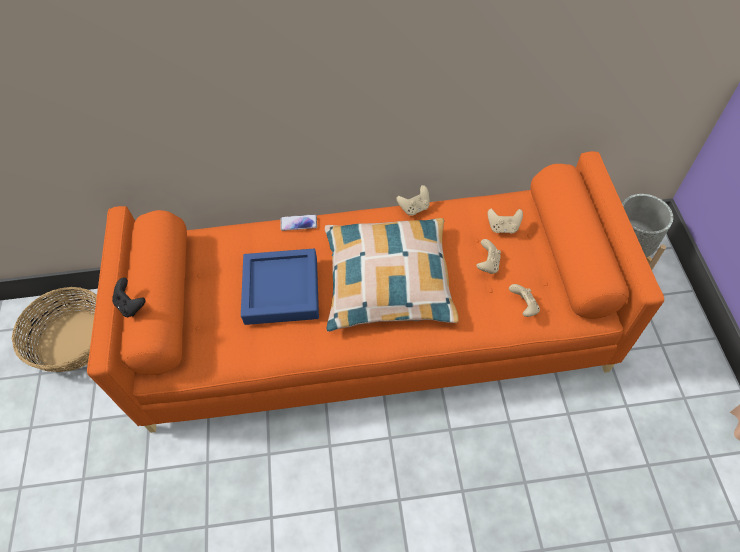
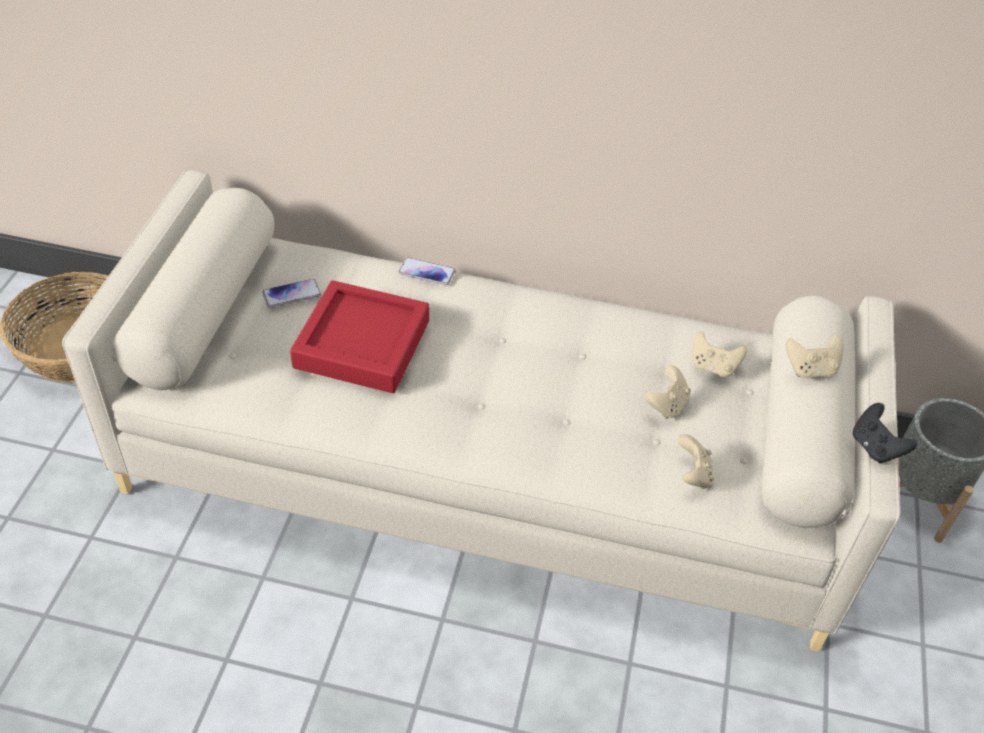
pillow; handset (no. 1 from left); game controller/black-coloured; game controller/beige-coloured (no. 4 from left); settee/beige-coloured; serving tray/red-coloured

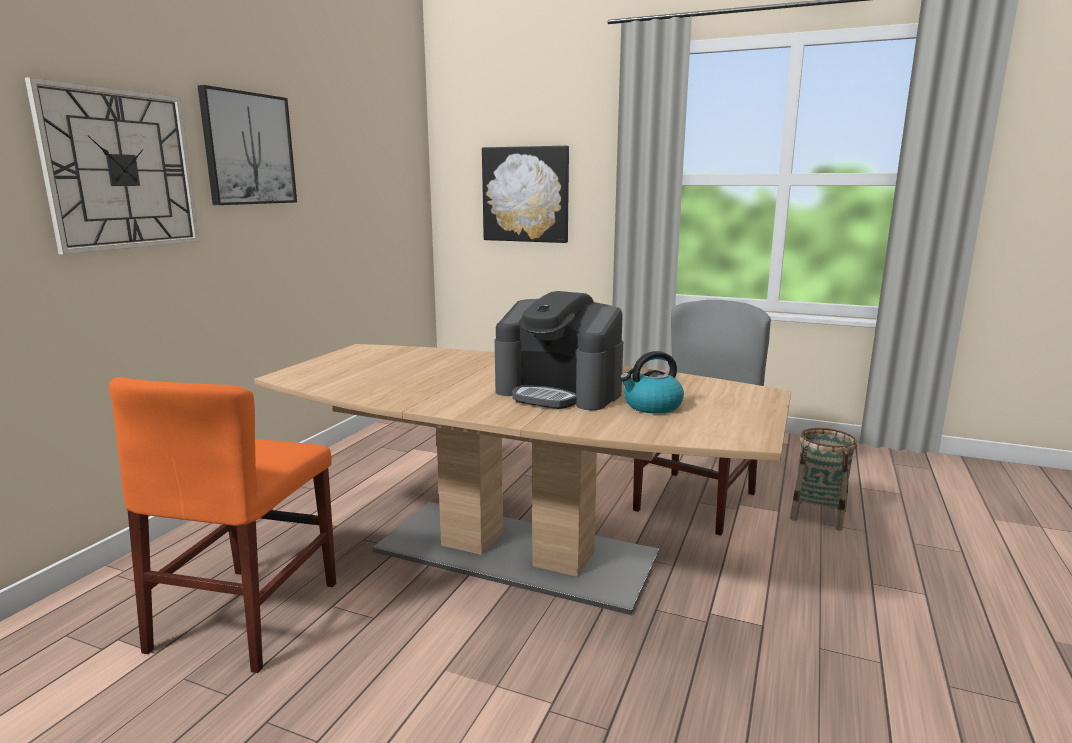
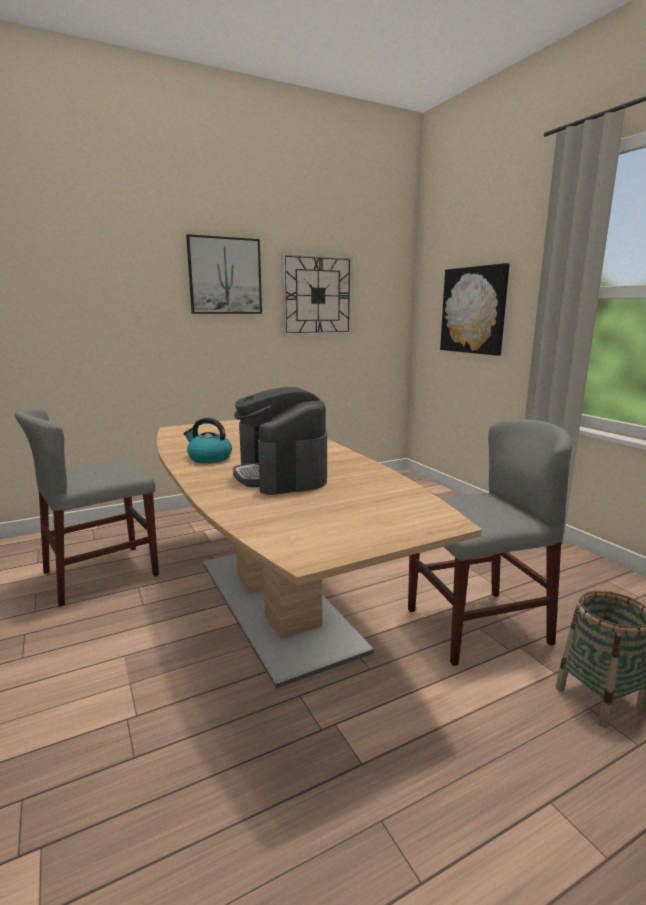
clock on the wall; kettle; chair/grey (no. 1 from left)

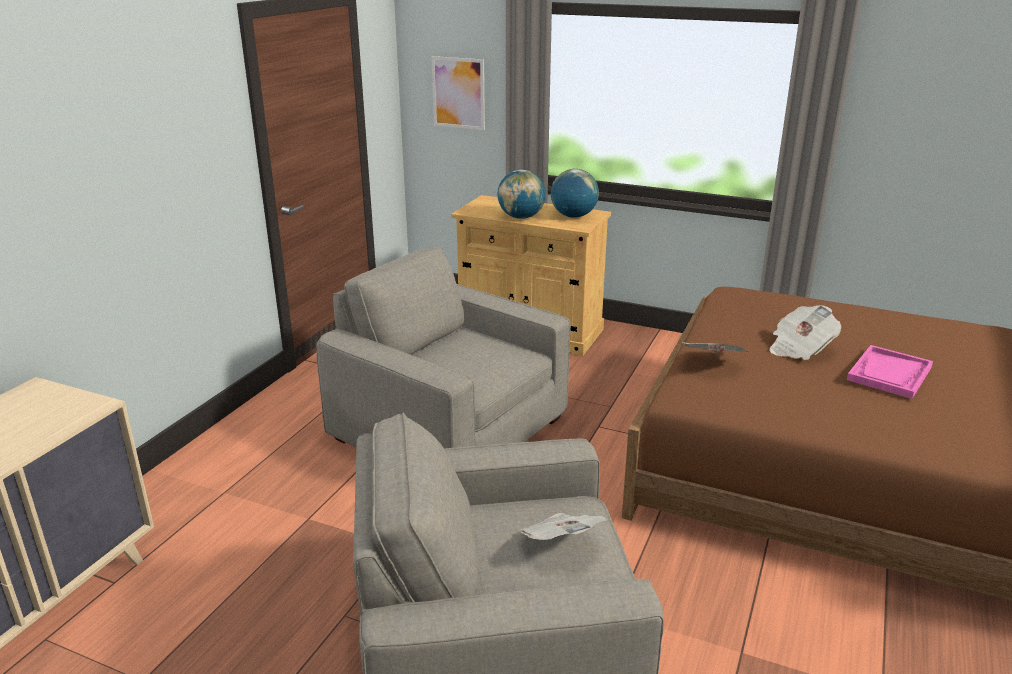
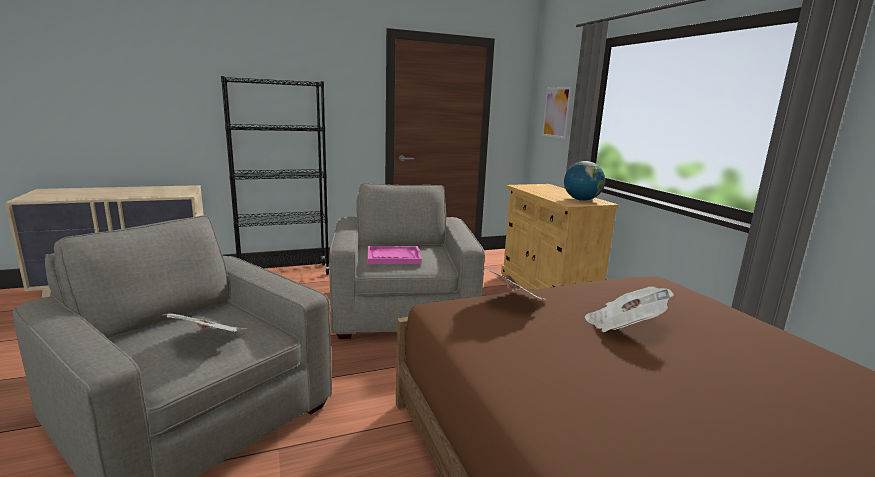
desk globe (no. 1 from left in the first image); bookcase/black-coloured; serving tray/pink

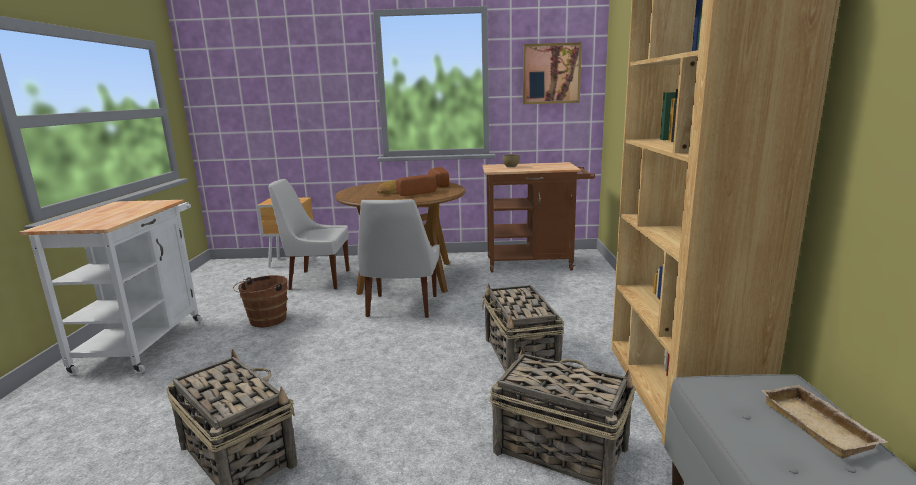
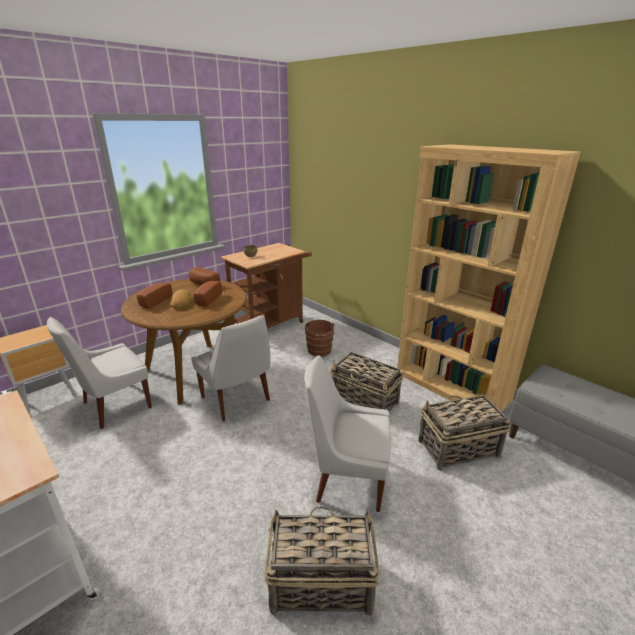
wall art; serving tray/beige-coloured; bread (no. 1 from left); chair/white (no. 3 from left); bucket/brown-coloured

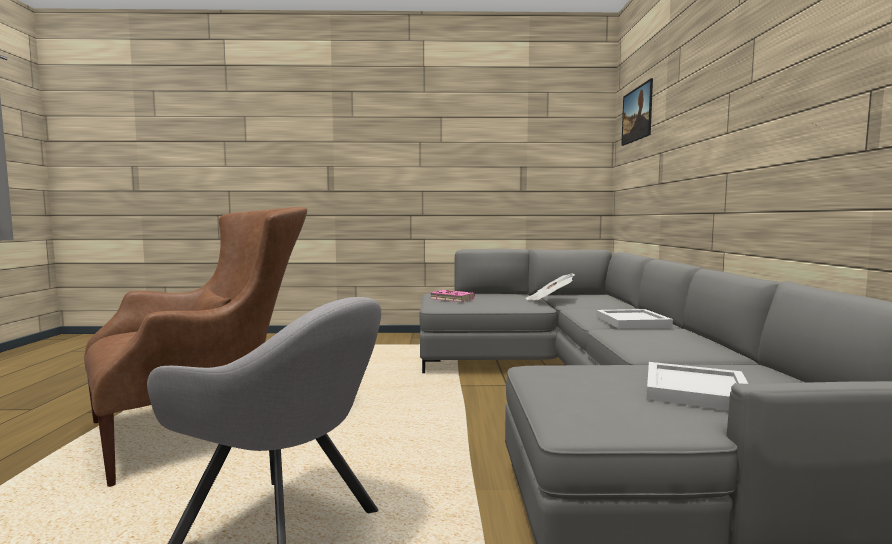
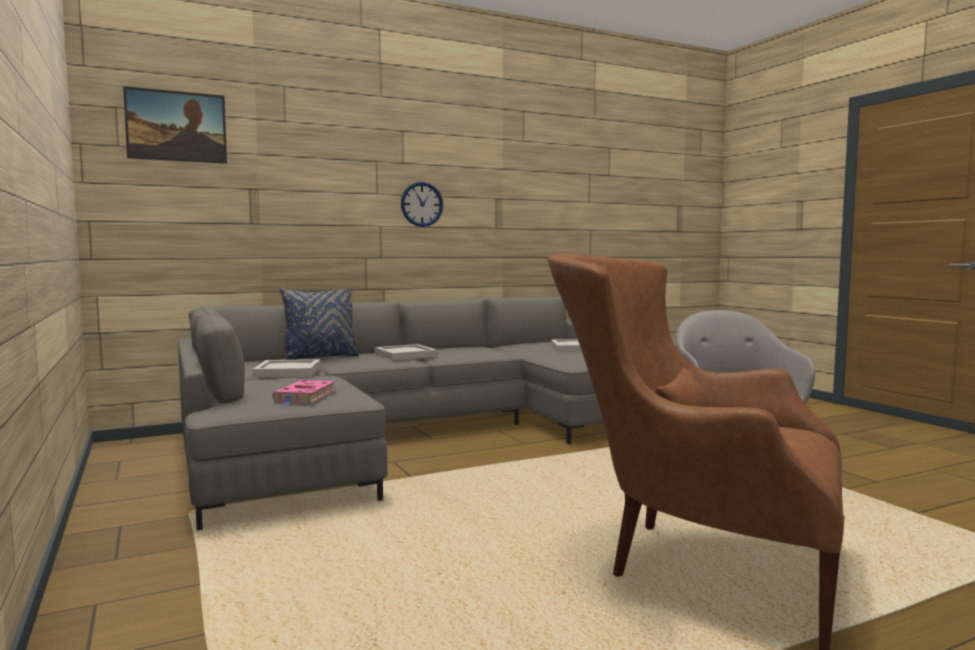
pillow/blue; clock on the wall; serving tray/white (no. 1 from left)

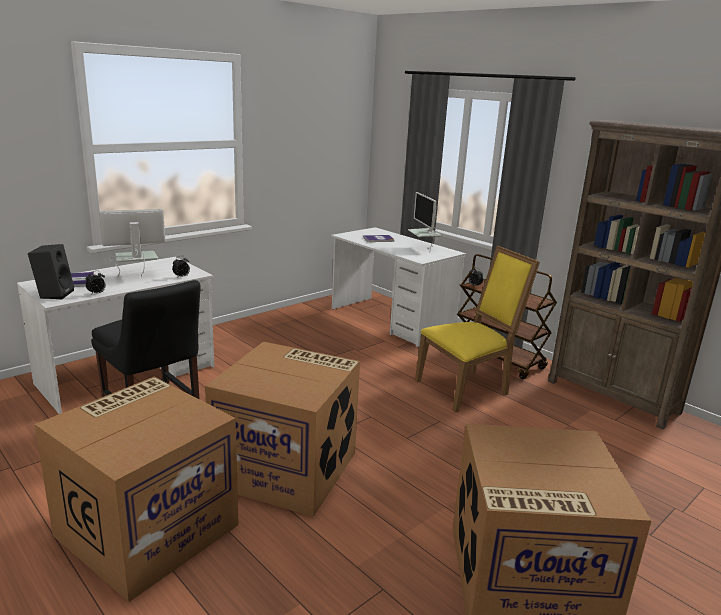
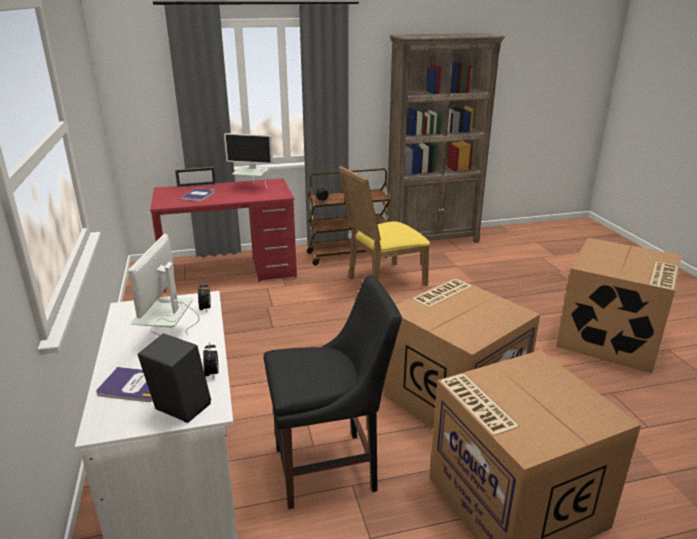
picture frame; desk/red-coloured; chair/yellow

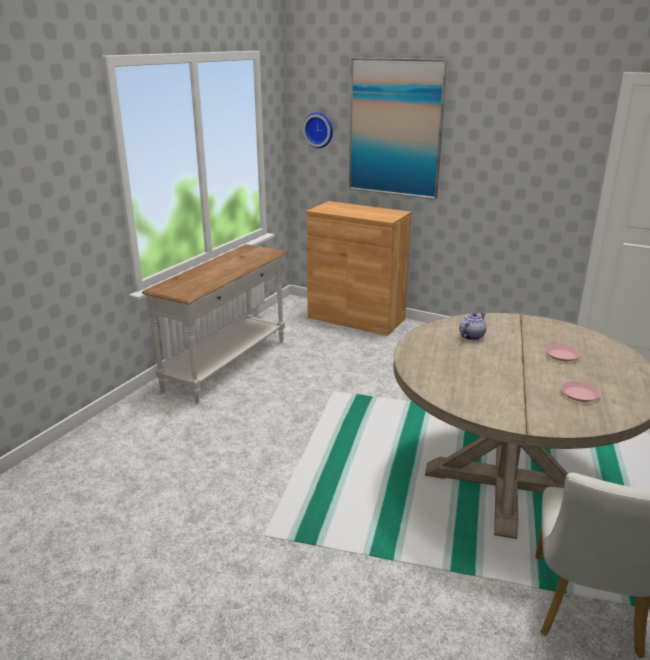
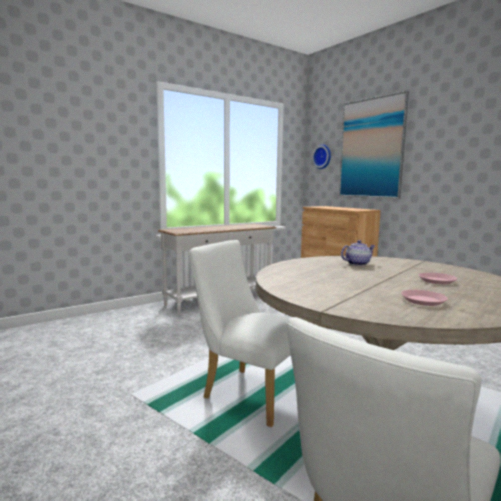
chair/white (no. 1 from left)

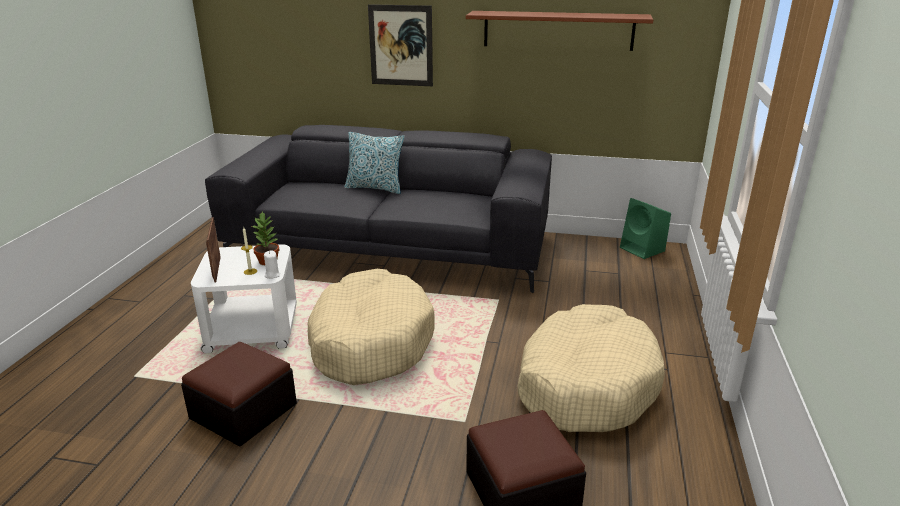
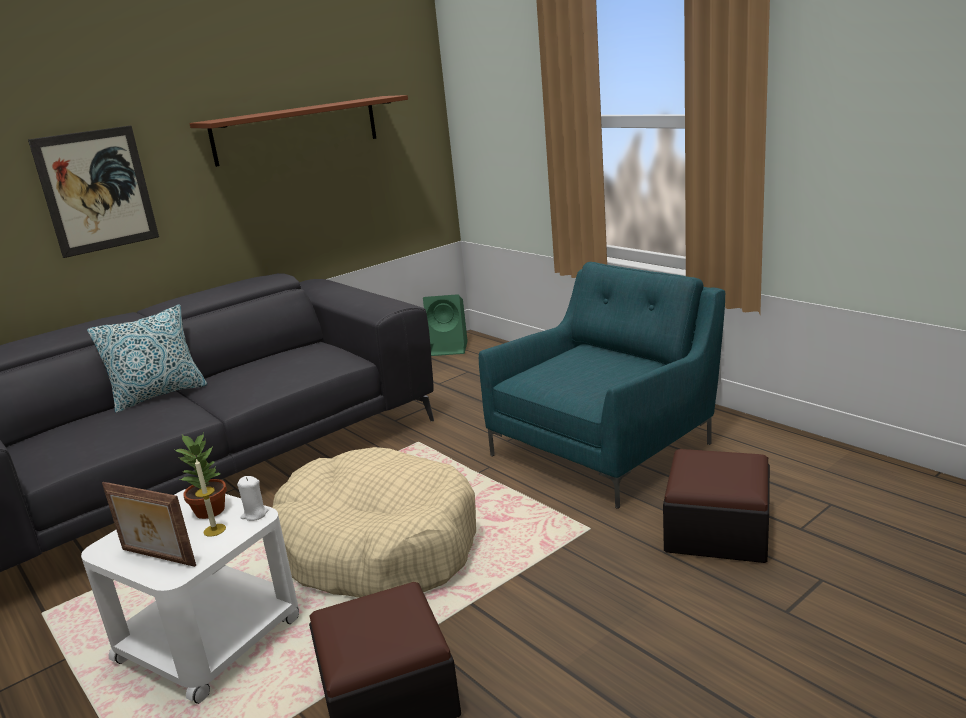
armchair/blue-green

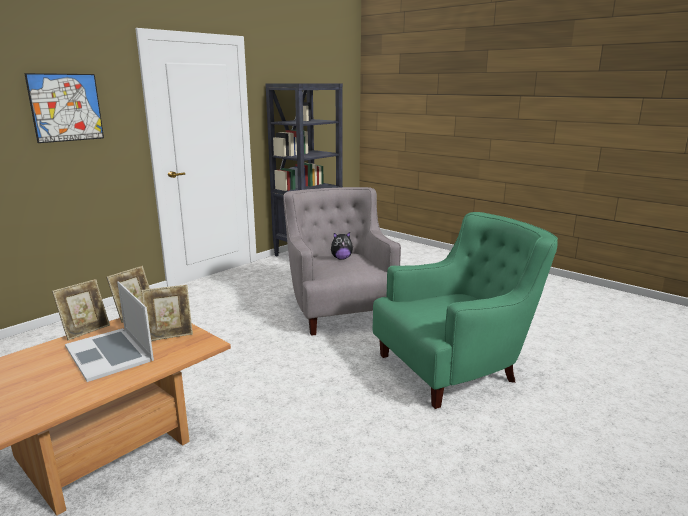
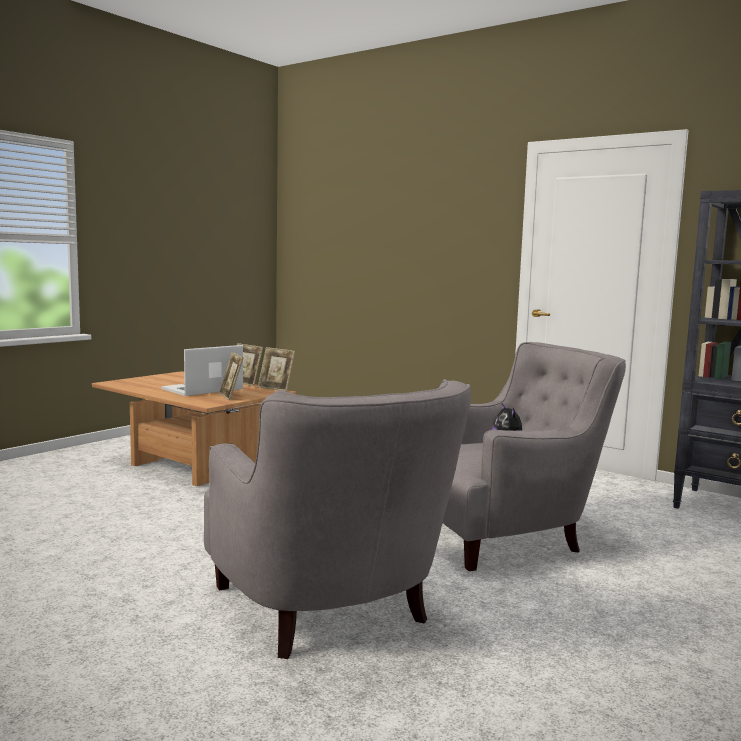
wall art; armchair/grey (no. 1 from left)

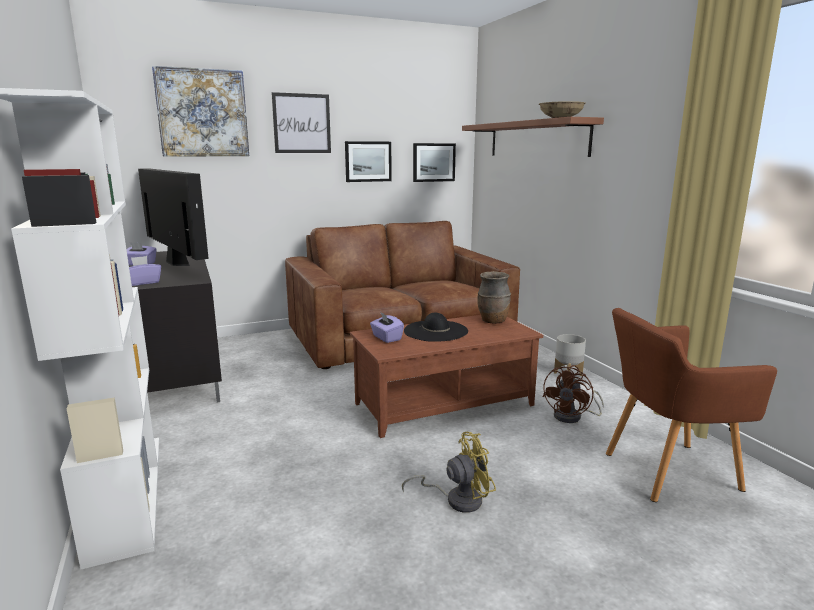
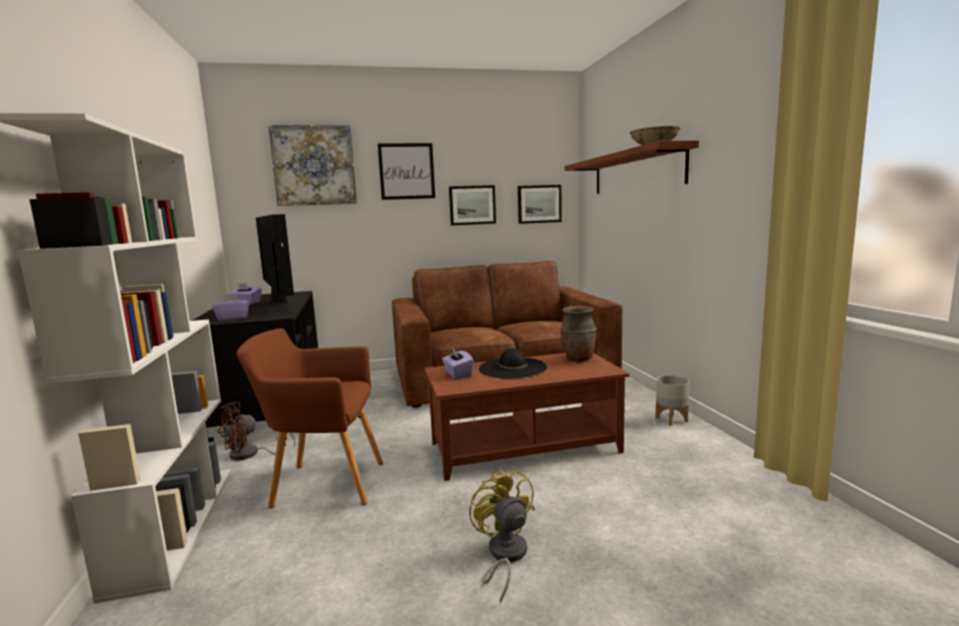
fan/brown-coloured; armchair/brown-coloured; fan/yellow

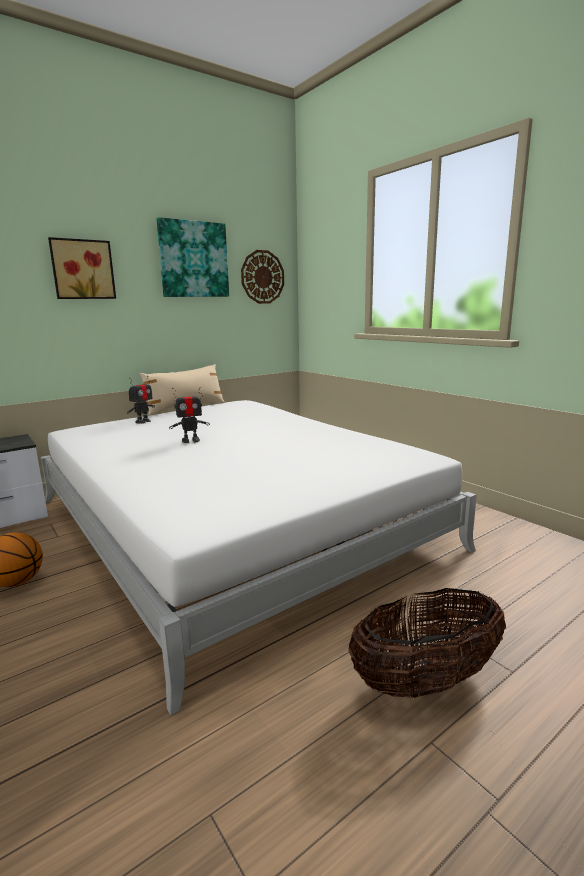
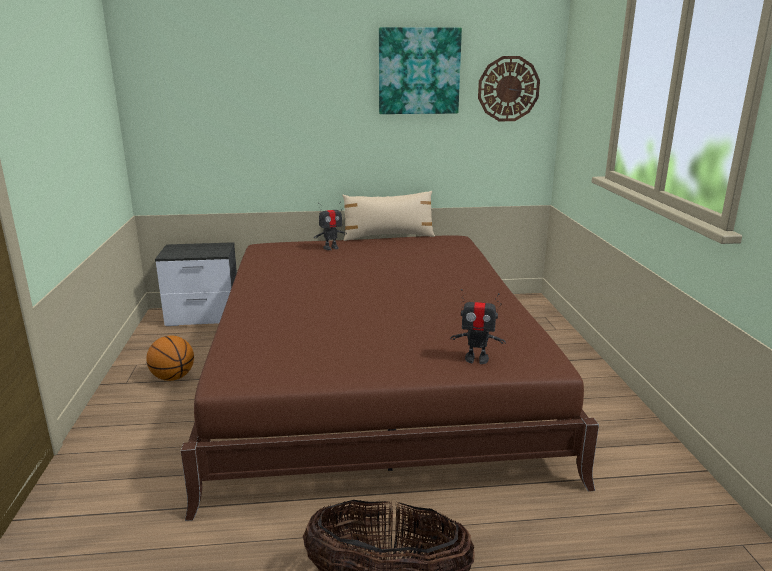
wall art (no. 1 from left in the first image); toy robot (no. 2 from left); bed/brown-coloured

